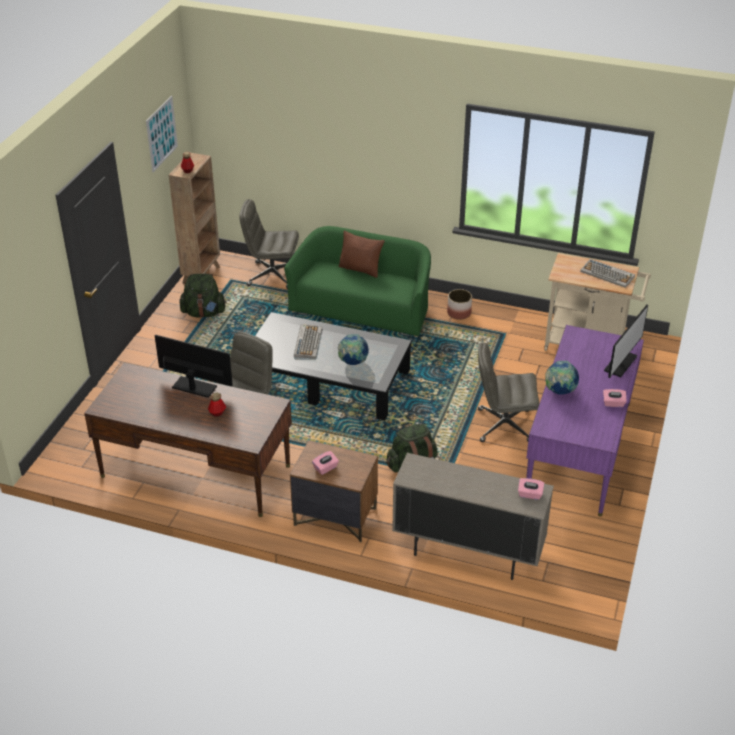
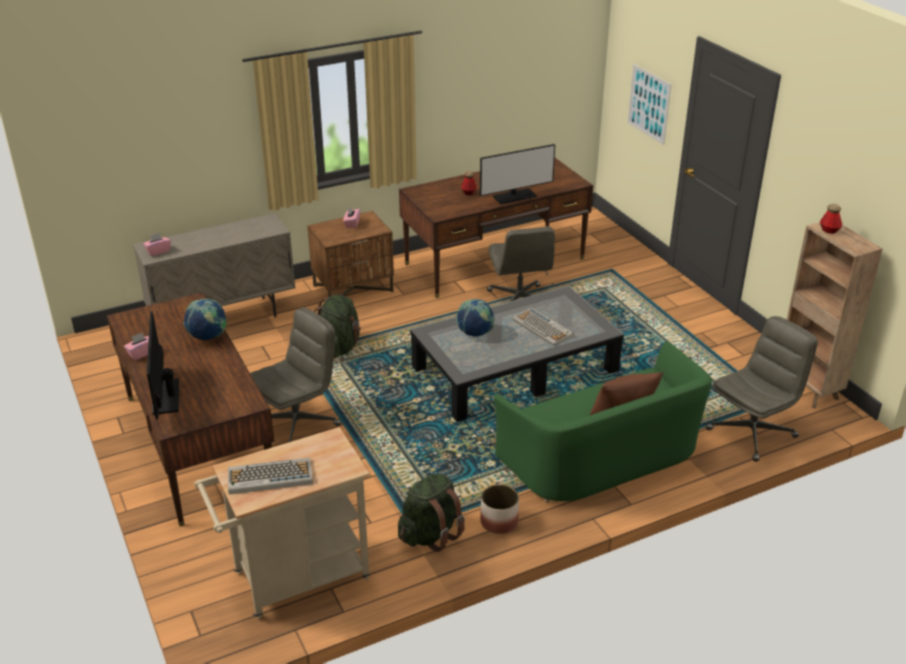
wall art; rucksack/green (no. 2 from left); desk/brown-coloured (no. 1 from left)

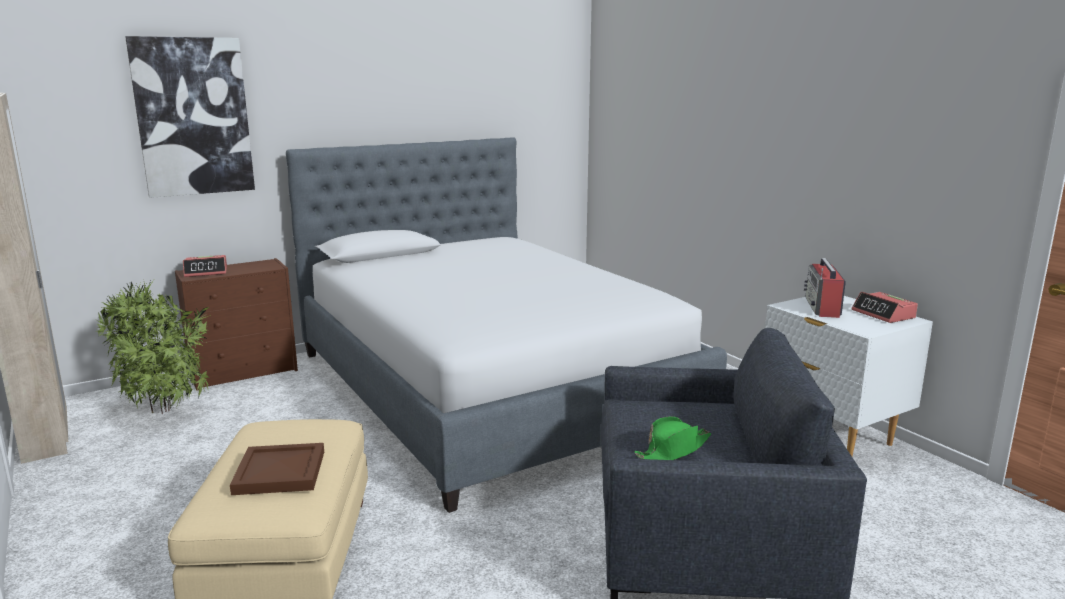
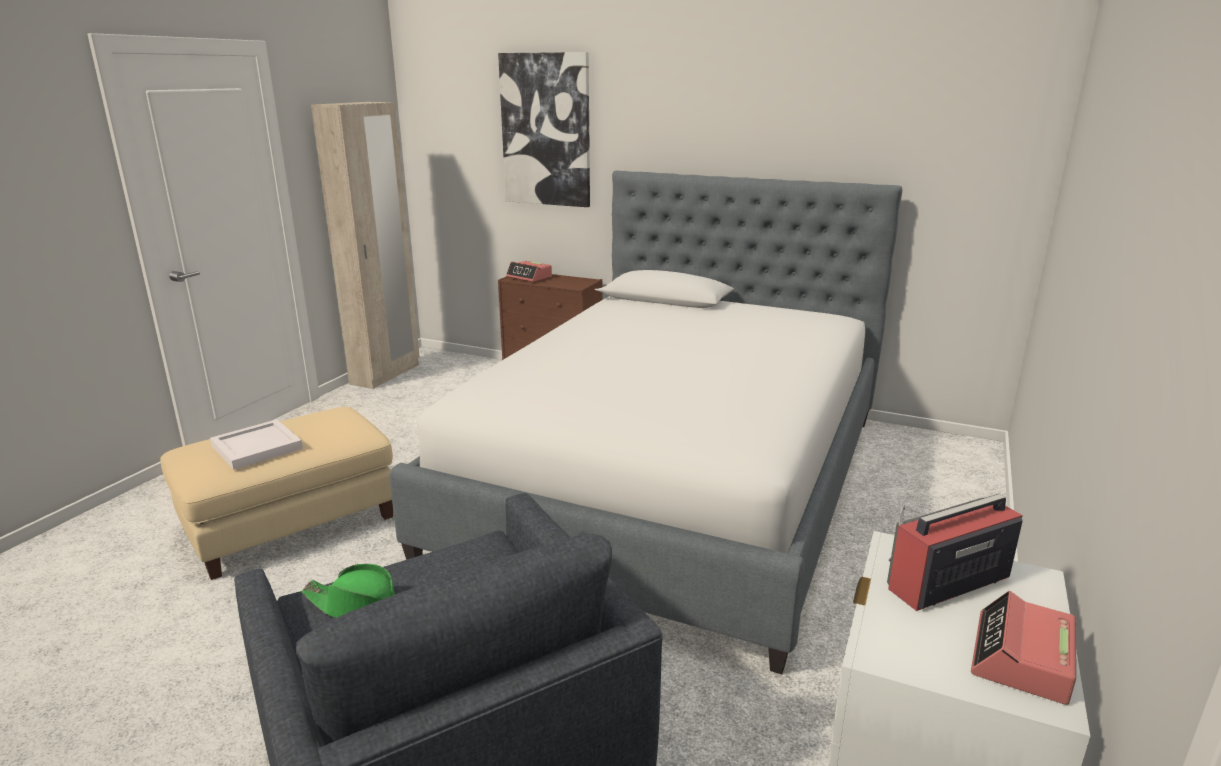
houseplant; serving tray/white

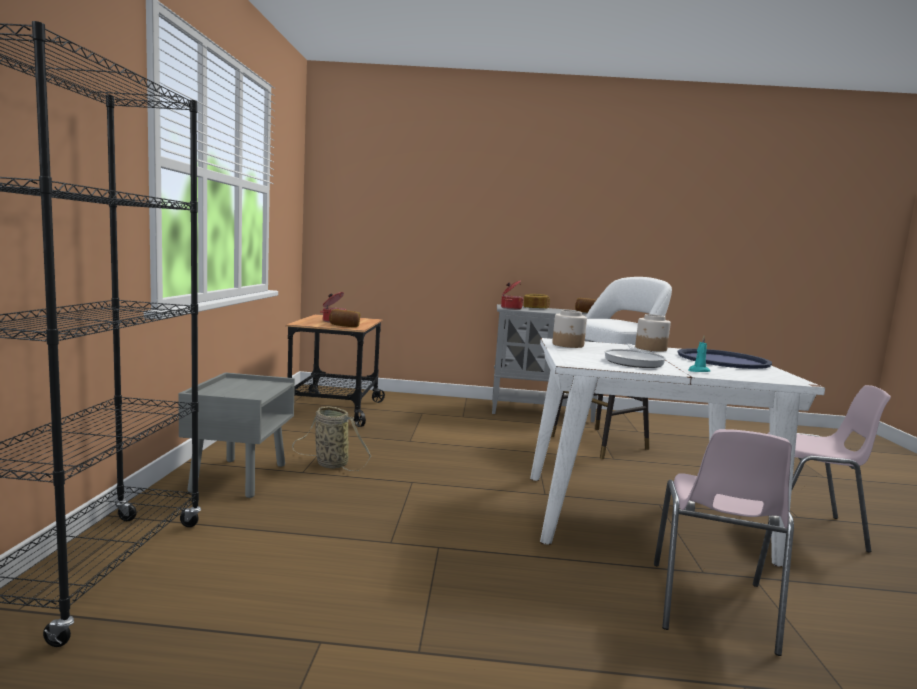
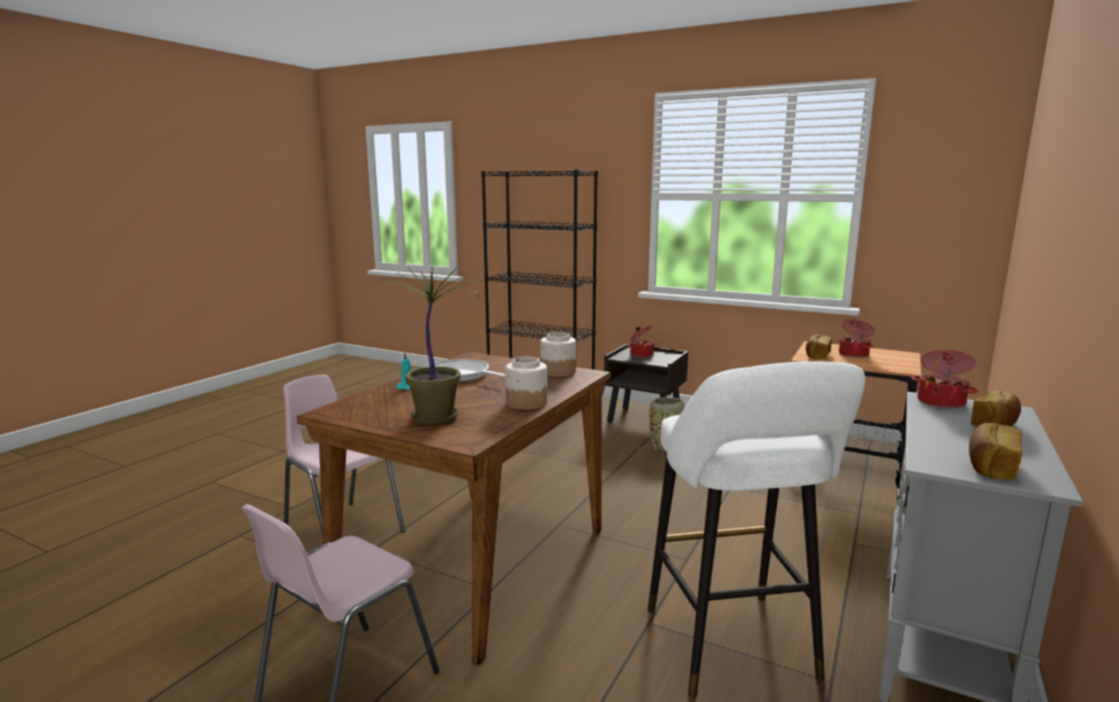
cooking pot (no. 1 from left); houseplant; bedside table/brown-coloured; kitchen table/brown-coloured

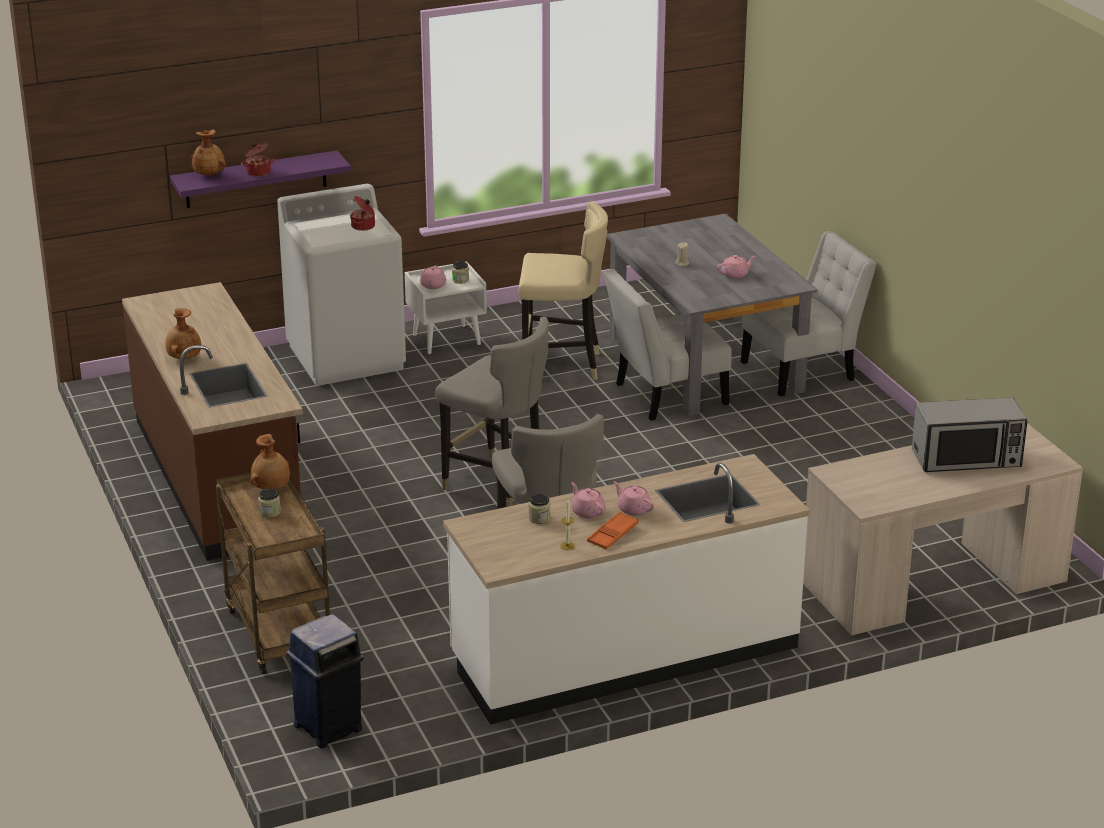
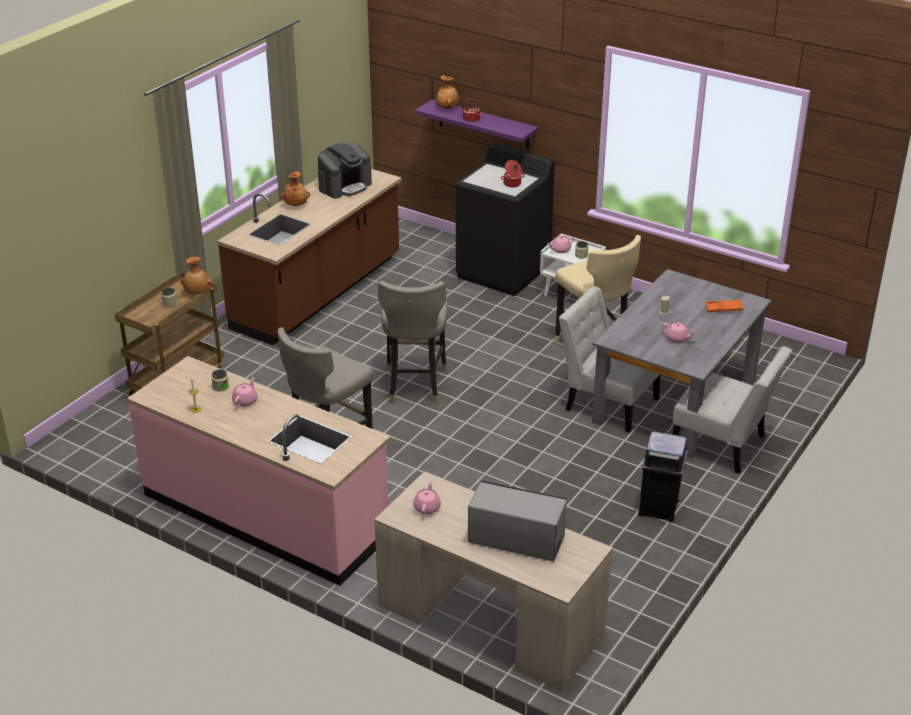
coffee brewer; rubbish bin/blue; serving tray/orangey; tea pot/pink (no. 2 from left); laundry appliance/black-coloured; kitchen counter/pink; microwave oven

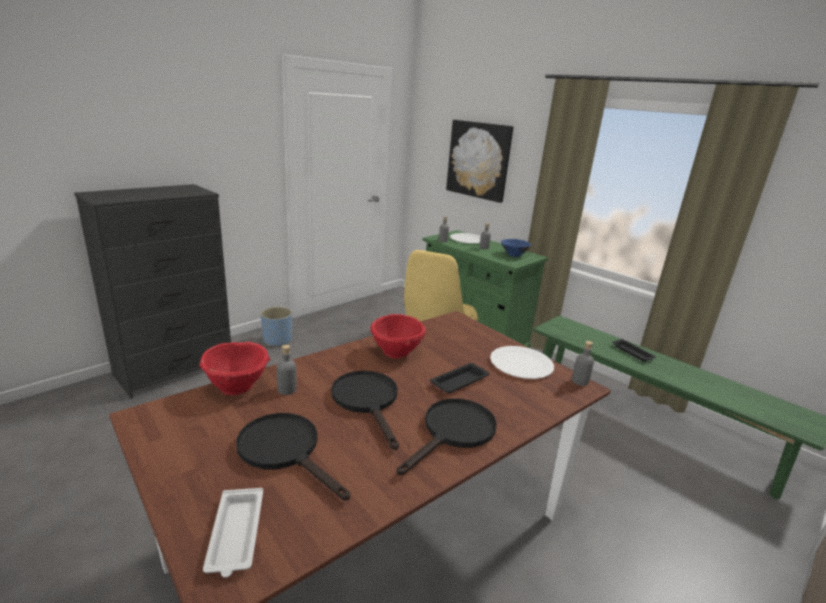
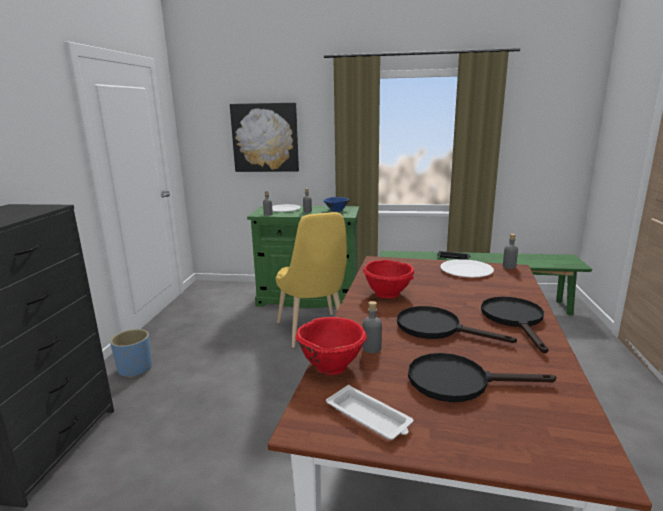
serving tray/black-coloured (no. 1 from left in the first image); serving tray/white

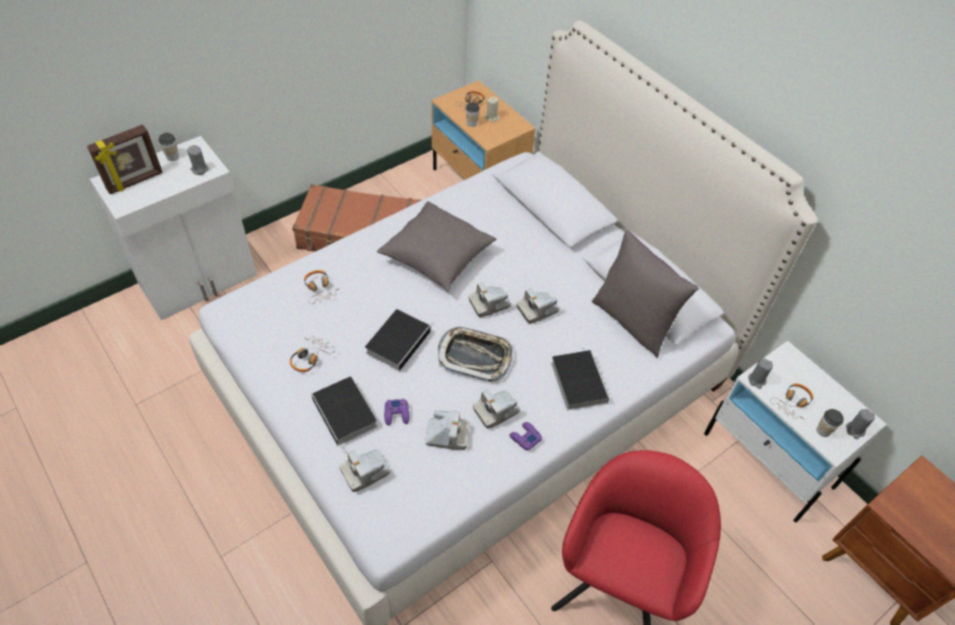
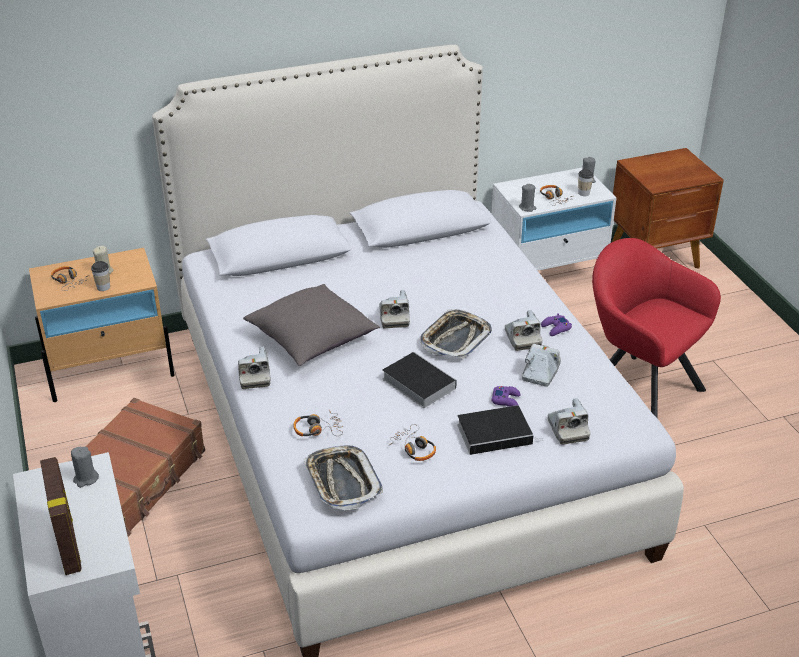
small cup (no. 1 from left in the first image); bound book (no. 3 from left in the first image); pillow/grey (no. 2 from left in the first image); serving tray (no. 1 from left); still camera (no. 1 from left)

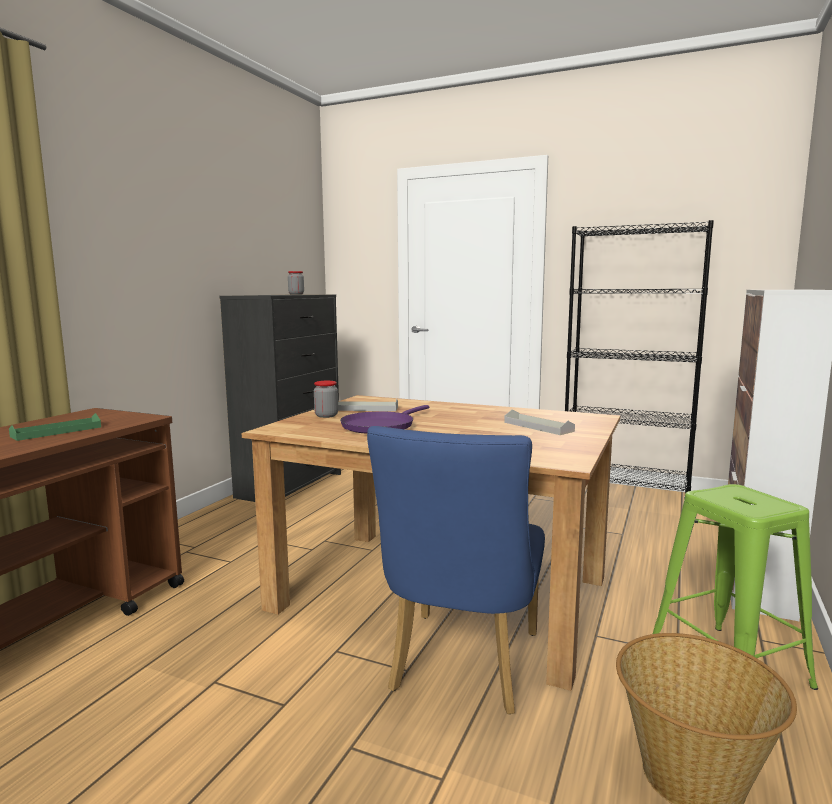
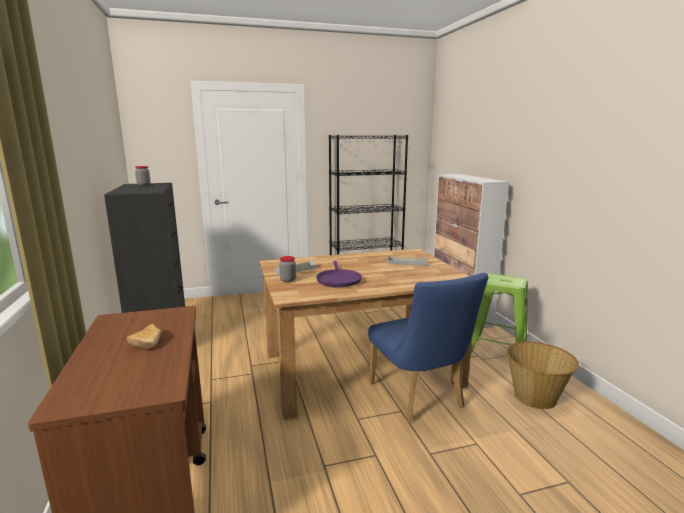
bread

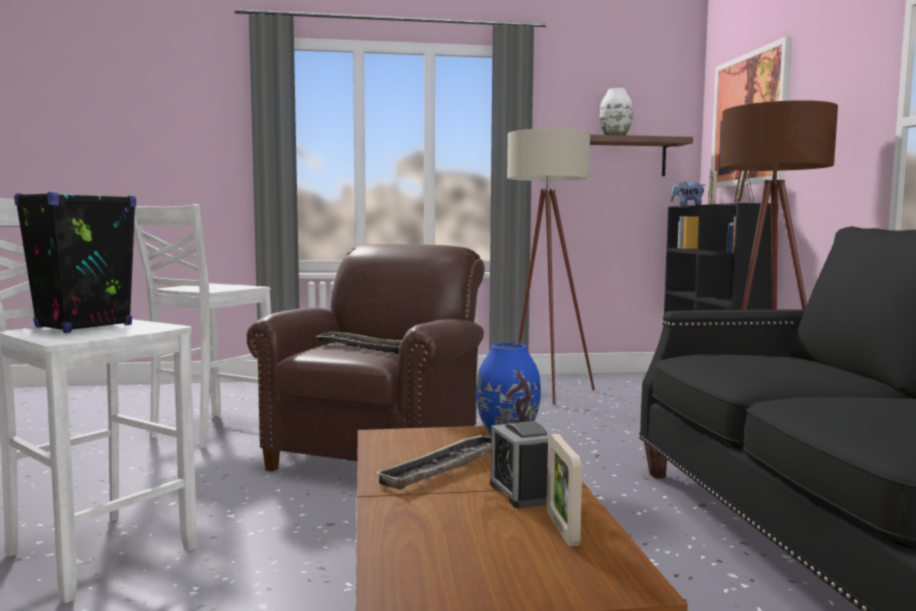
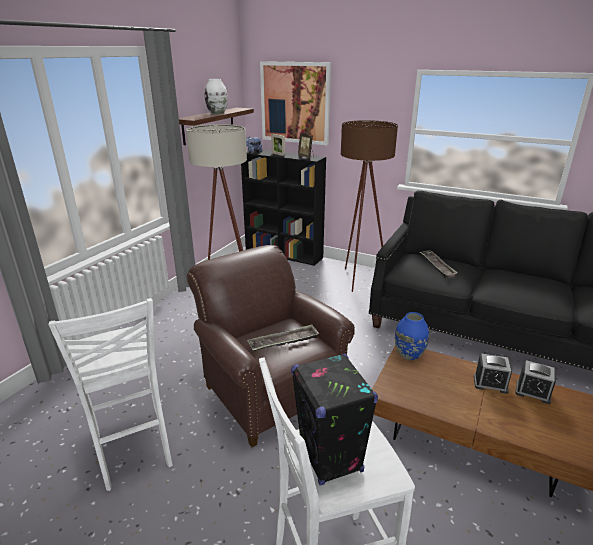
serving tray (no. 2 from left); table clock (no. 2 from left)

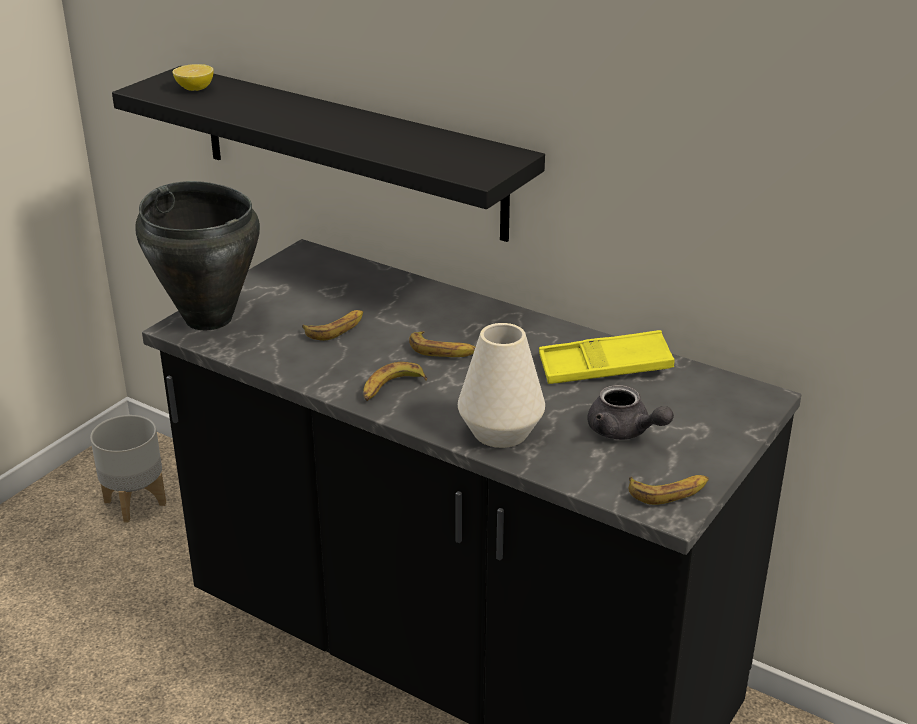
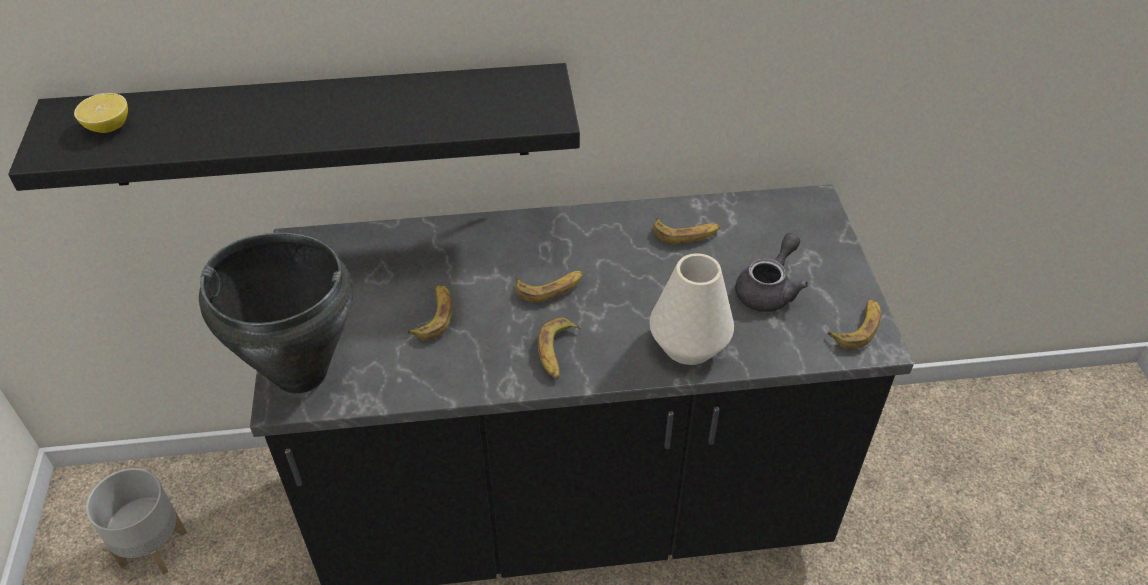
whole banana (no. 4 from left); tea pot/grey

